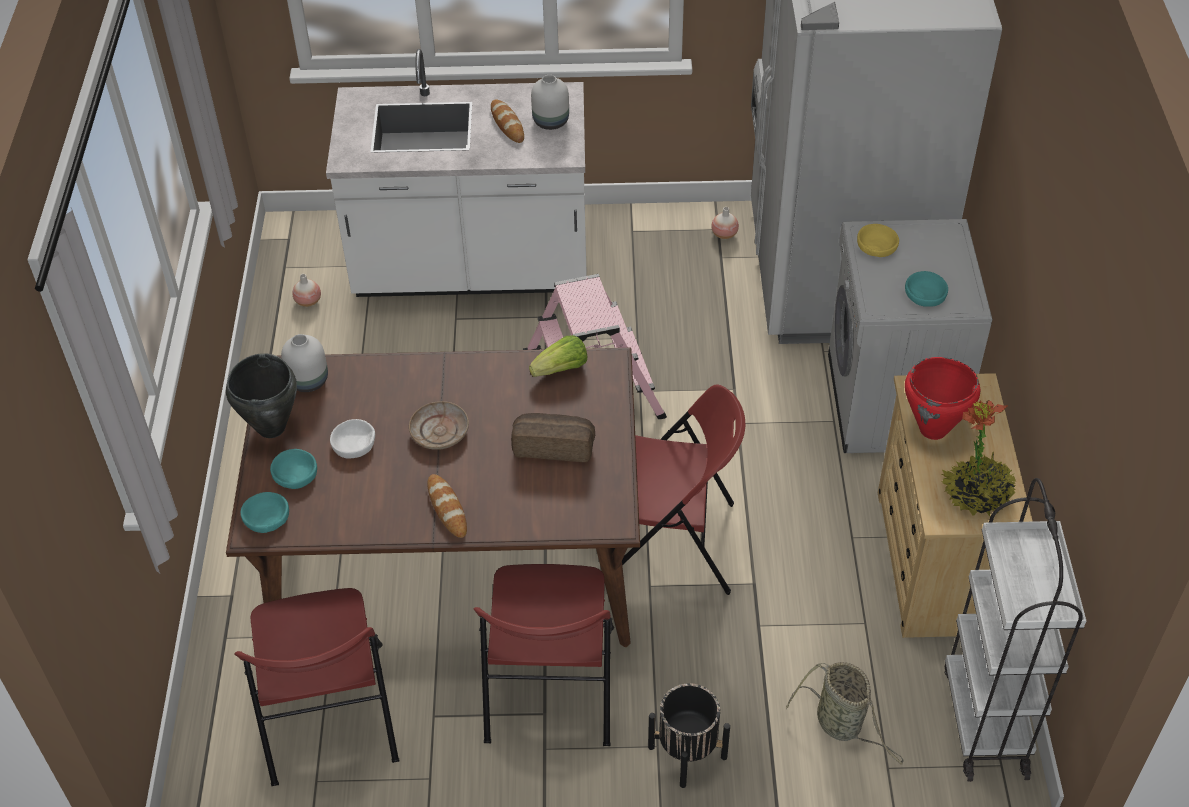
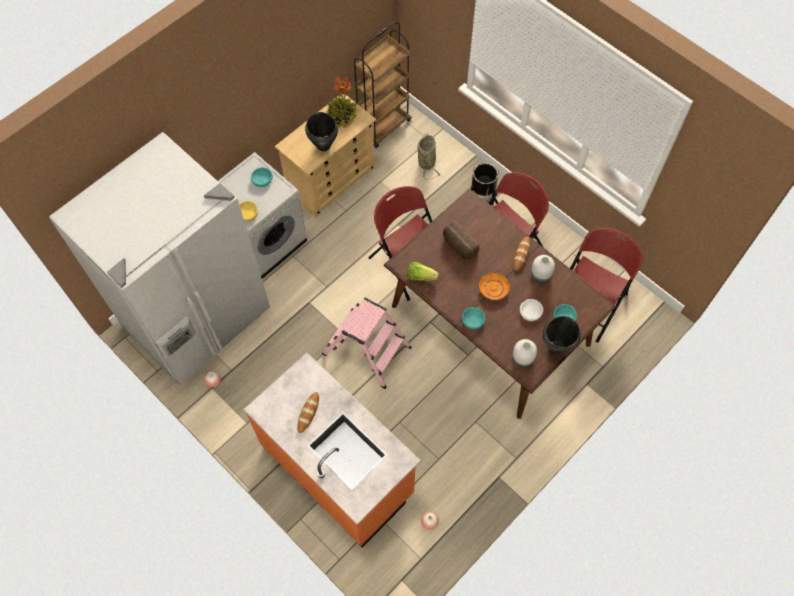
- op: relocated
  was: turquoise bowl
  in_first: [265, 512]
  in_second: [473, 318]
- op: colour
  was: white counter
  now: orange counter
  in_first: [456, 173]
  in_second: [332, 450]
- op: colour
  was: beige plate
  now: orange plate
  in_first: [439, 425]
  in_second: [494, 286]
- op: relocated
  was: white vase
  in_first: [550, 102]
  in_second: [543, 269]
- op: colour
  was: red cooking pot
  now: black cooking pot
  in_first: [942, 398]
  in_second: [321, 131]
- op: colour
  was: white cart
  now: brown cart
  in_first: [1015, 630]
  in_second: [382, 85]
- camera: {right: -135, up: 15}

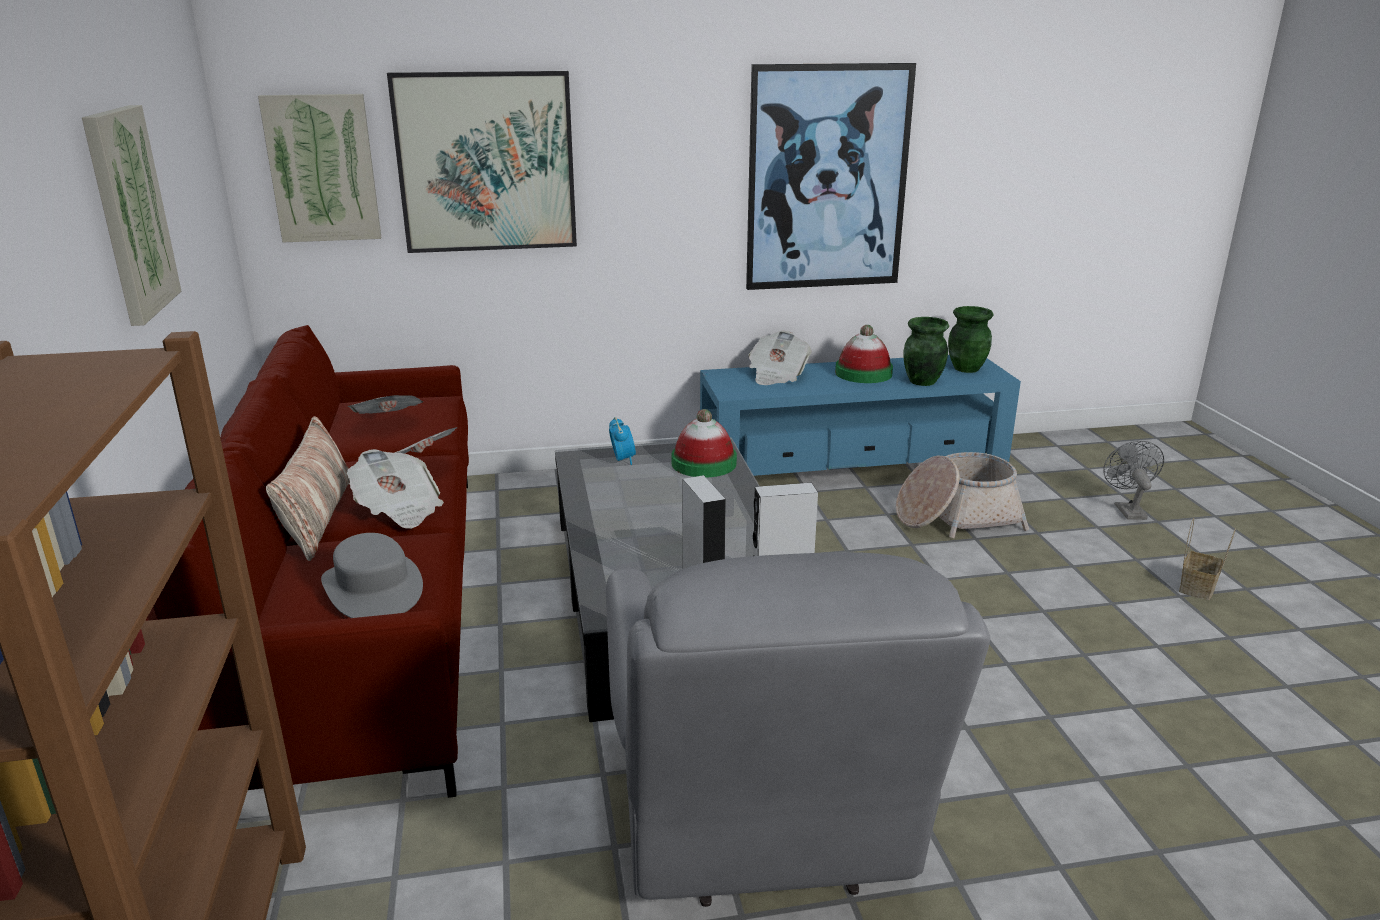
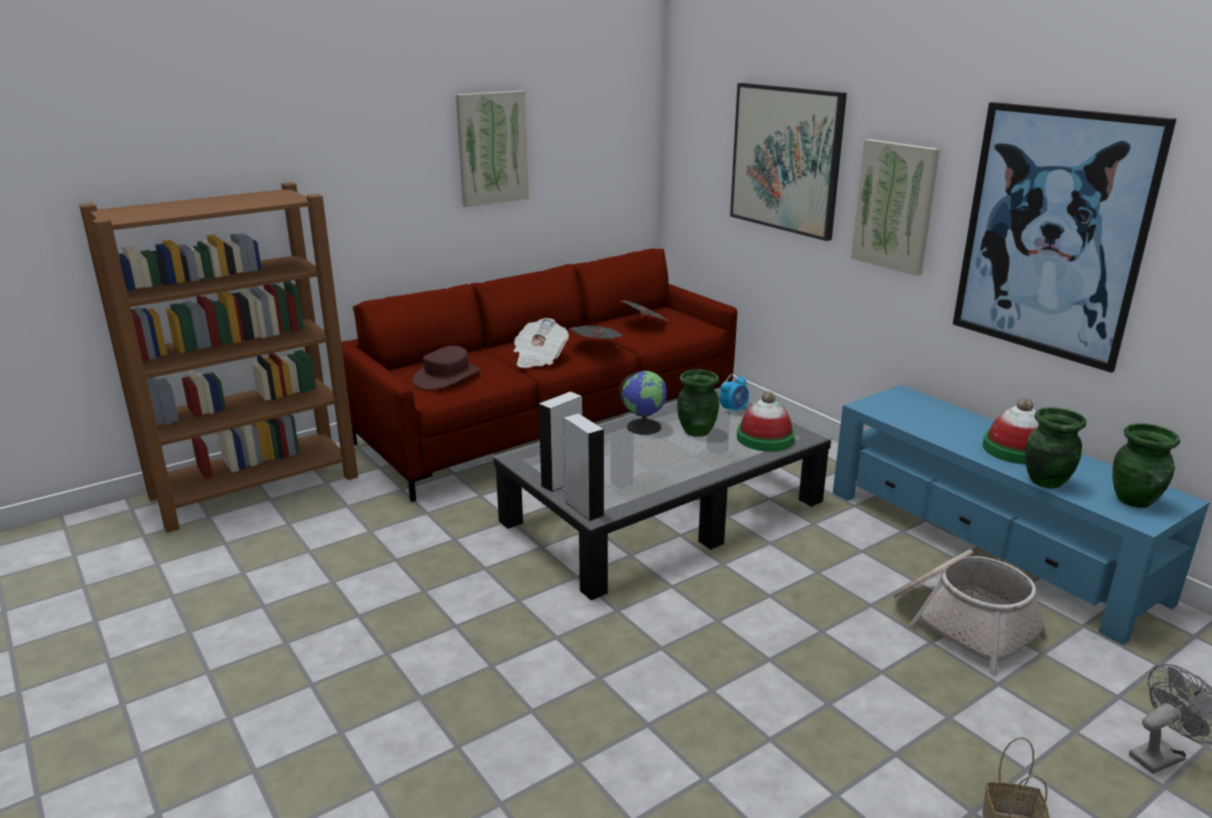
- op: relocated
  was: picture
  in_first: [319, 168]
  in_second: [895, 207]
- op: missing
  was: pillow
  in_first: [308, 488]
- op: colour
  was: grey hat
  now: brown hat
  in_first: [372, 575]
  in_second: [446, 368]
- op: missing
  was: grey armchair
  in_first: [798, 729]
- op: missing
  was: newspaper
  in_first: [779, 358]
- op: appeared
  now: globe
  in_second: [643, 403]
- op: appeared
  now: green vase
  in_second: [698, 403]
- camera: {right: 65, up: 0}

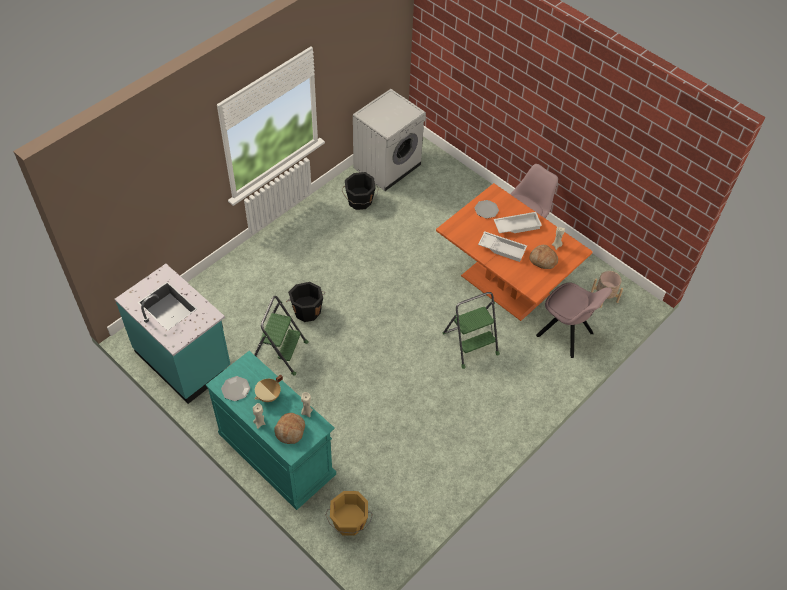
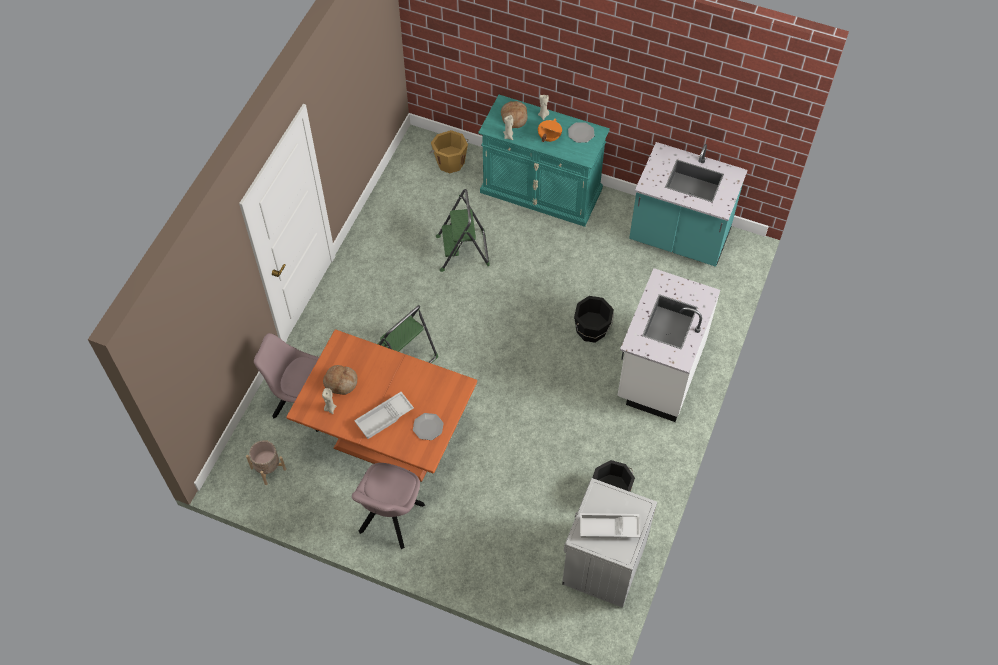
- op: relocated
  was: green step ladder
  in_first: [281, 336]
  in_second: [463, 230]
- op: colour
  was: beige cooking pot
  now: orange cooking pot
  in_first: [269, 388]
  in_second: [550, 130]
- op: relocated
  was: white tray
  in_first: [502, 246]
  in_second: [610, 526]
- op: appeared
  now: white counter
  in_second: [668, 345]
- camera: {right: 160, up: 5}

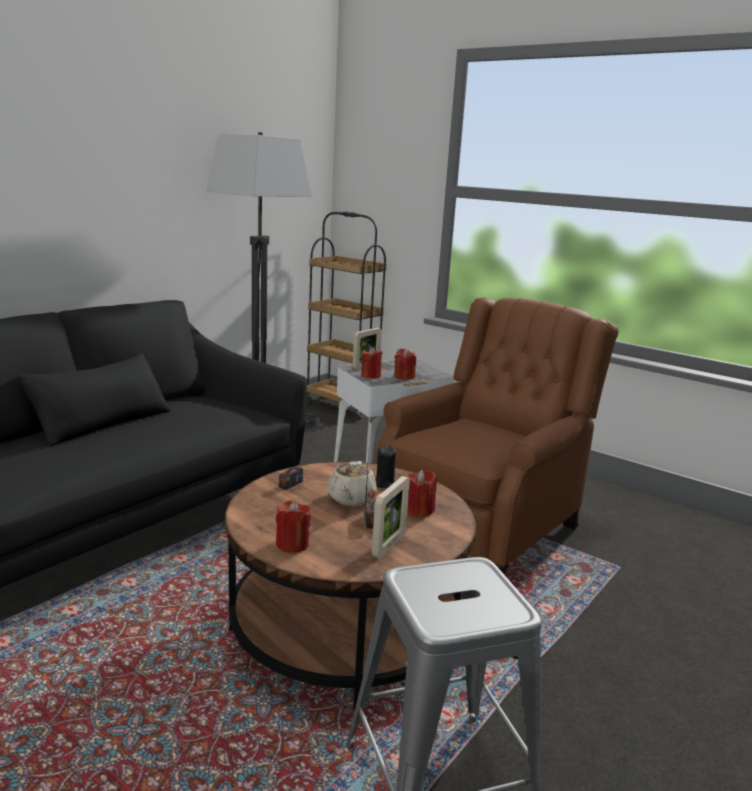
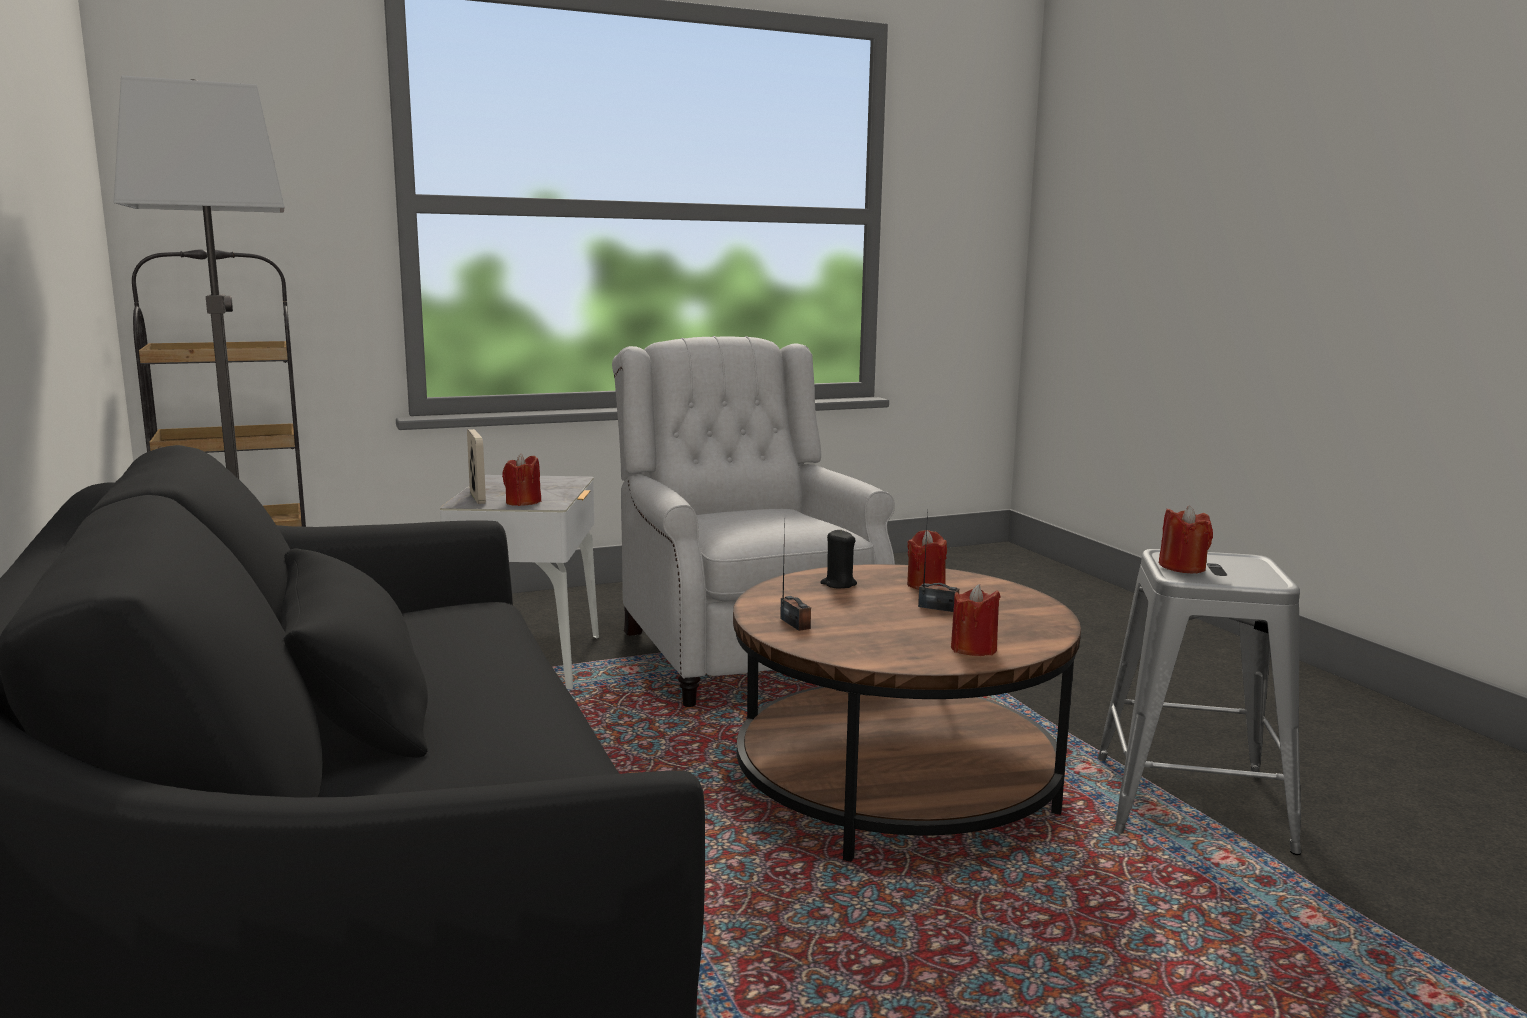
- op: missing
  was: beige teapot
  in_first: [352, 483]
- op: missing
  was: picture frame
  in_first: [391, 517]
- op: colour
  was: brown armchair
  now: white armchair
  in_first: [497, 436]
  in_second: [753, 521]
- op: relocated
  was: red candle
  in_first: [405, 364]
  in_second: [1186, 539]
- camera: {right: -60, up: -5}

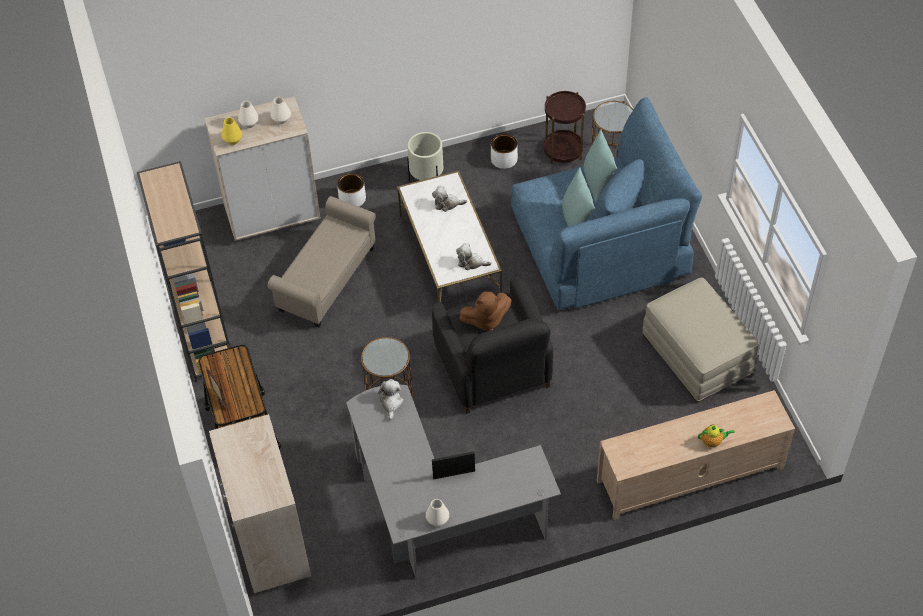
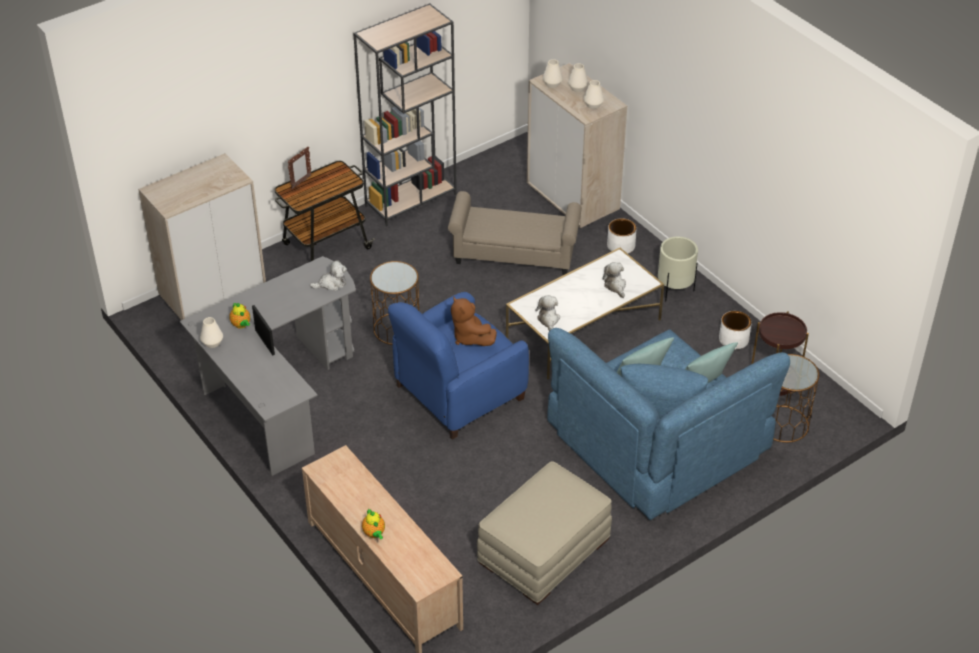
- op: colour
  was: yellow vase
  now: white vase
  in_first: [231, 131]
  in_second: [553, 73]
- op: colour
  was: black armchair
  now: blue armchair
  in_first: [492, 346]
  in_second: [458, 366]
- op: appeared
  now: teapot
  in_second: [239, 316]
- camera: {right: 70, up: -10}

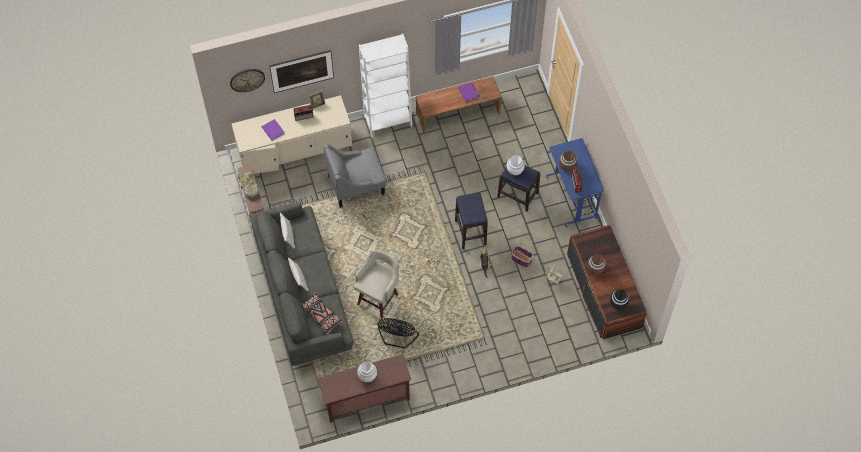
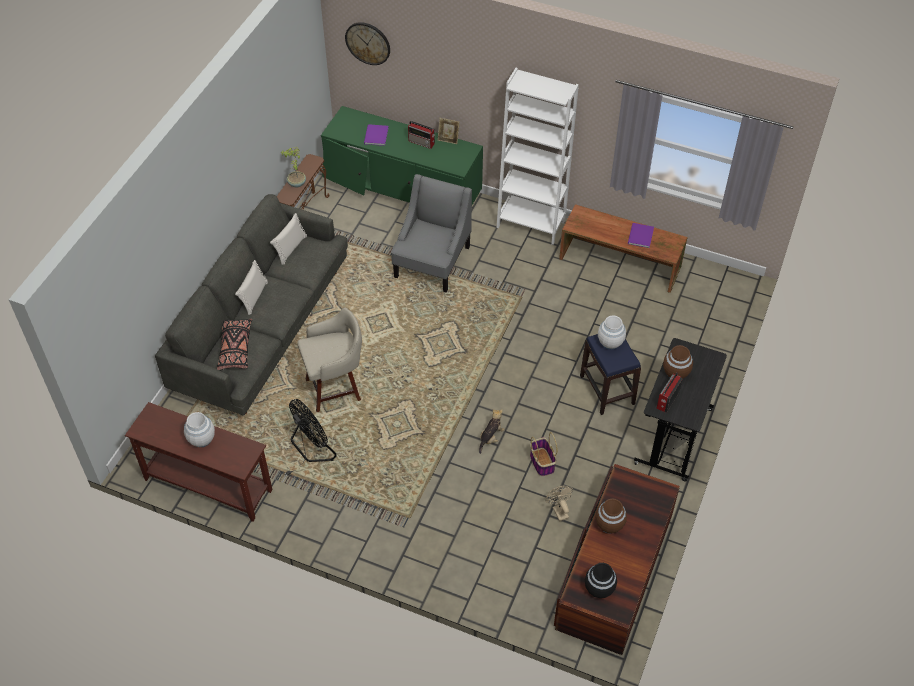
- op: colour
  was: beige tv stand
  now: green tv stand
  in_first: [292, 134]
  in_second: [402, 155]
- op: missing
  was: picture
  in_first: [301, 71]
- op: spun
  was: grey armchair
  in_first: [354, 176]
  in_second: [431, 233]
  clockwise: 90
- op: missing
  was: stool
  in_first: [471, 220]
- op: colour
  was: blue desk
  now: black desk
  in_first: [575, 182]
  in_second: [680, 410]
- camera: {right: 40, up: -10}

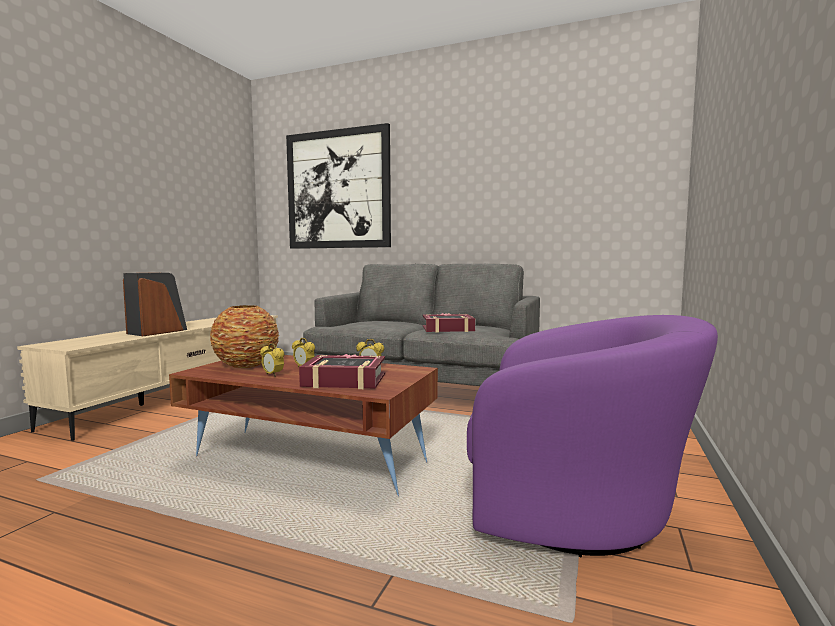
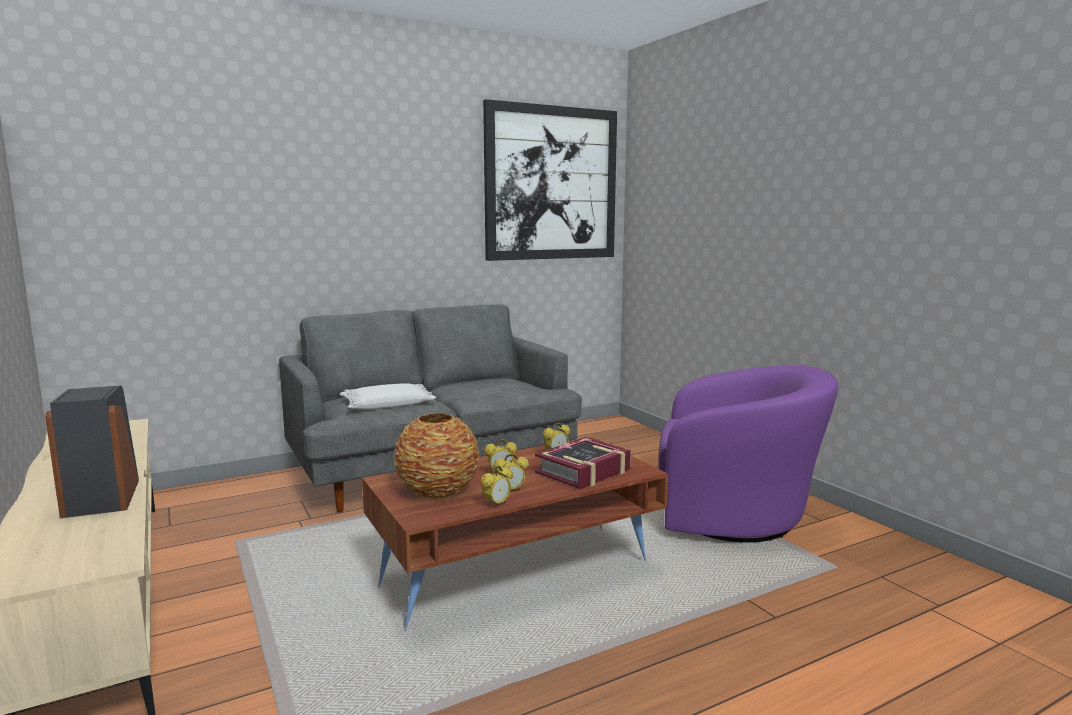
- op: relocated
  was: picture
  in_first: [338, 186]
  in_second: [550, 180]
- op: missing
  was: book
  in_first: [448, 322]
- op: spun
  was: purple armchair
  in_first: [592, 436]
  in_second: [748, 454]
  clockwise: 45
- op: appeared
  now: white pillow
  in_second: [388, 396]
- op: appeared
  now: alarm clock
  in_second: [496, 486]
- camera: {right: -50, up: 5}

